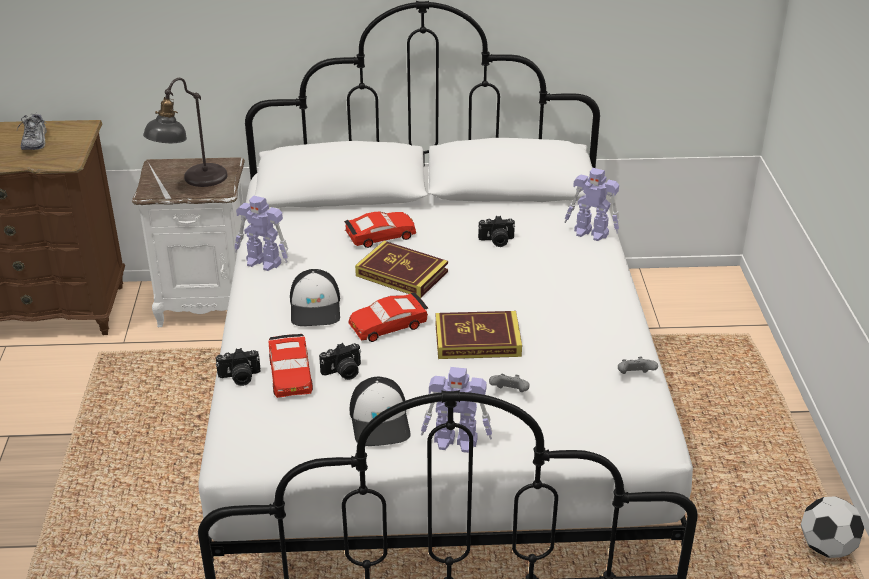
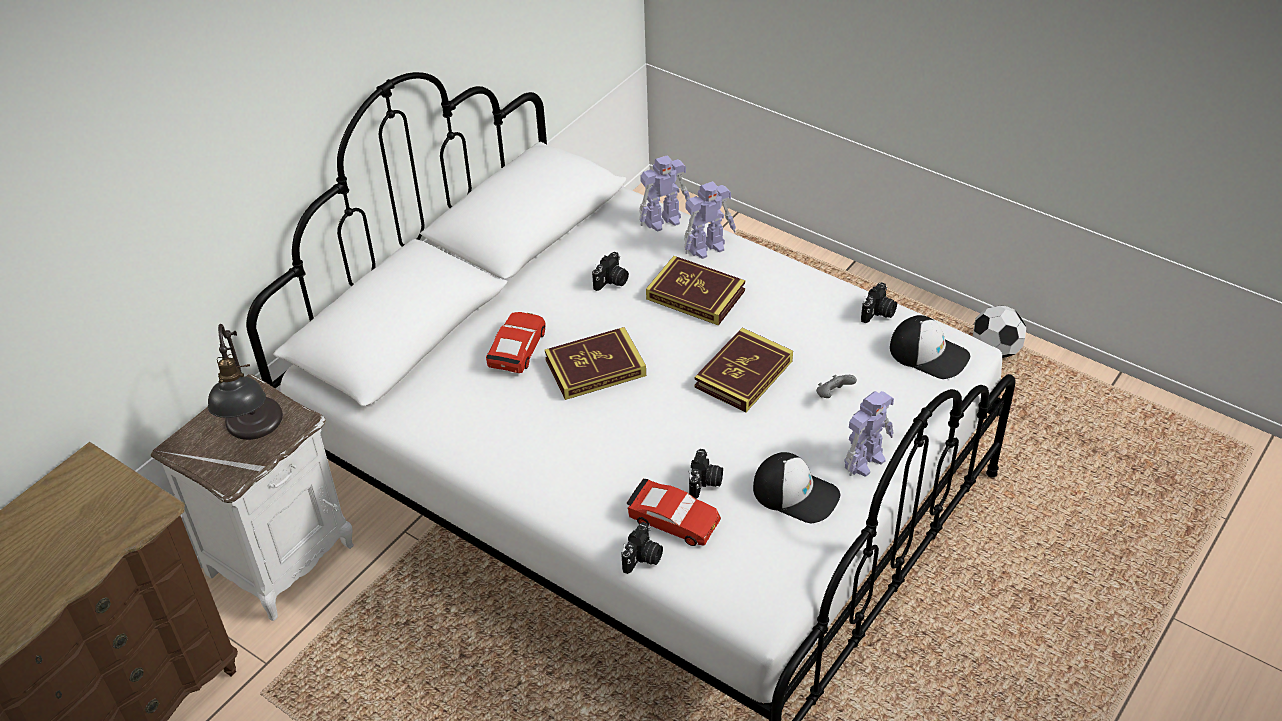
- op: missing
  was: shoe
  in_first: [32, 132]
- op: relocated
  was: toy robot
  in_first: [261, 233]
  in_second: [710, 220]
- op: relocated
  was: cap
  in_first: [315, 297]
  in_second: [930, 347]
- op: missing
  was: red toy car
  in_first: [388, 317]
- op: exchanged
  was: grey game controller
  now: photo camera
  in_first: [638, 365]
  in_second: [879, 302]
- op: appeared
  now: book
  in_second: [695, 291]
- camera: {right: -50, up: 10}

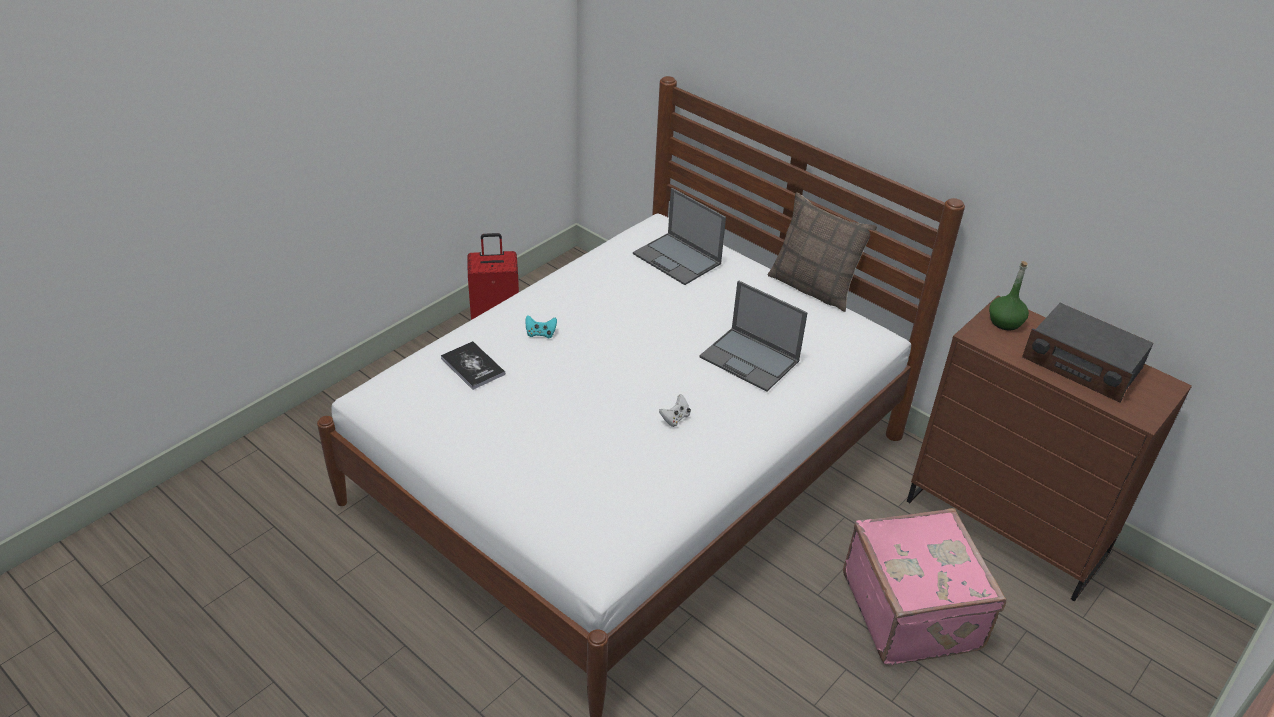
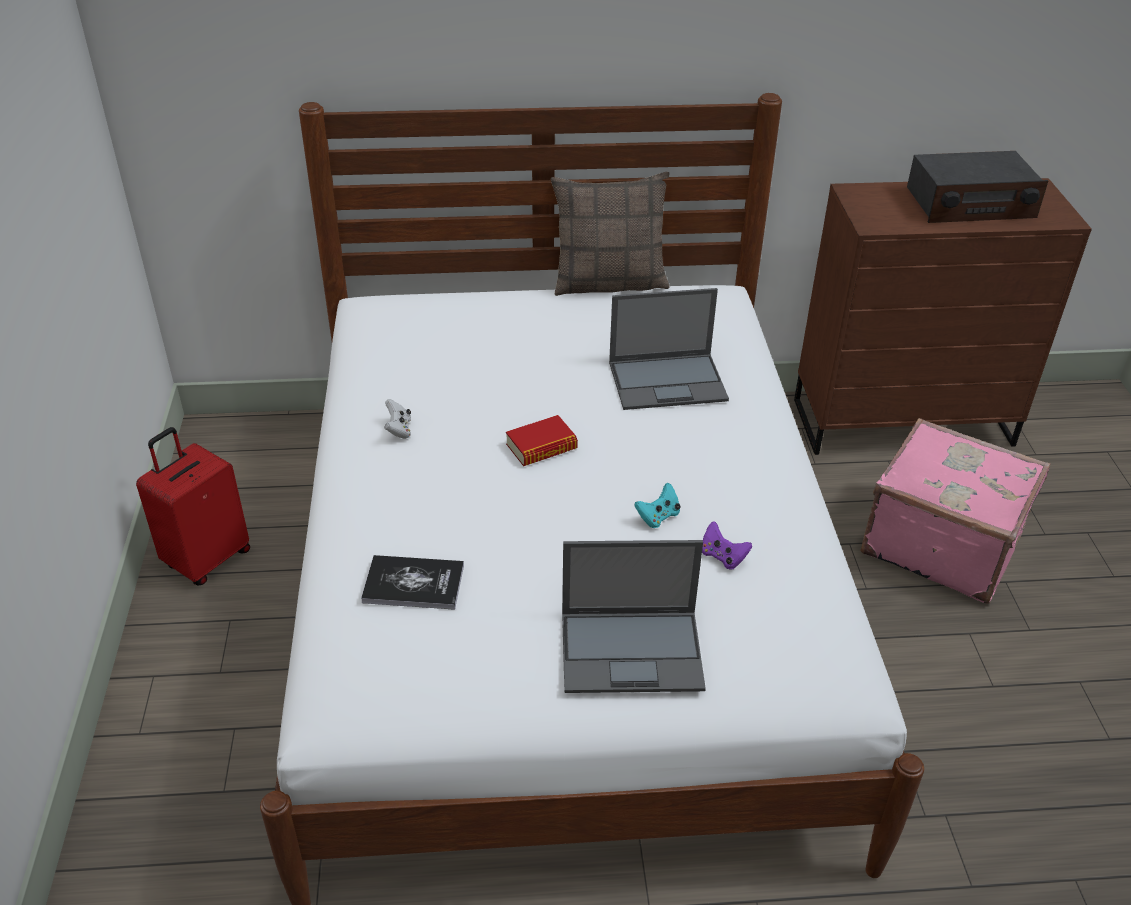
- op: relocated
  was: turquoise game controller
  in_first: [541, 326]
  in_second: [657, 505]
- op: relocated
  was: laptop
  in_first: [679, 236]
  in_second: [634, 616]
- op: relocated
  was: white game controller
  in_first: [675, 410]
  in_second: [397, 419]
- op: missing
  was: green bottle
  in_first: [1009, 295]
- op: appeared
  now: book
  in_second: [542, 440]
- op: appeared
  now: purple game controller
  in_second: [727, 545]
- camera: {right: -45, up: 0}

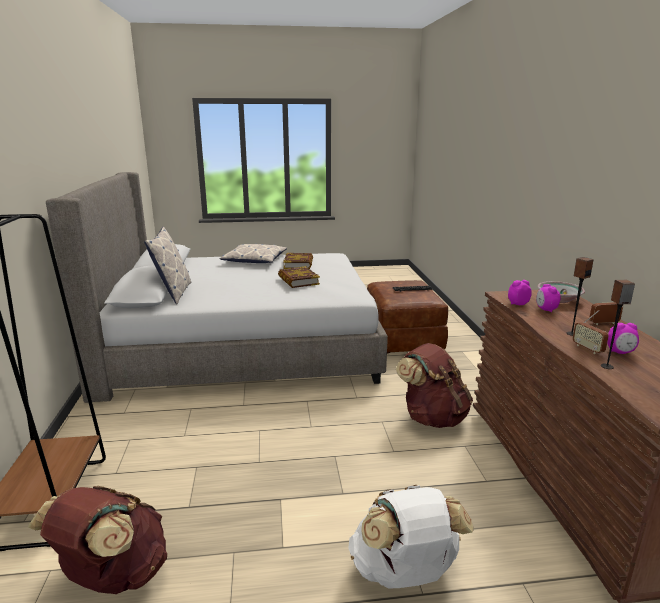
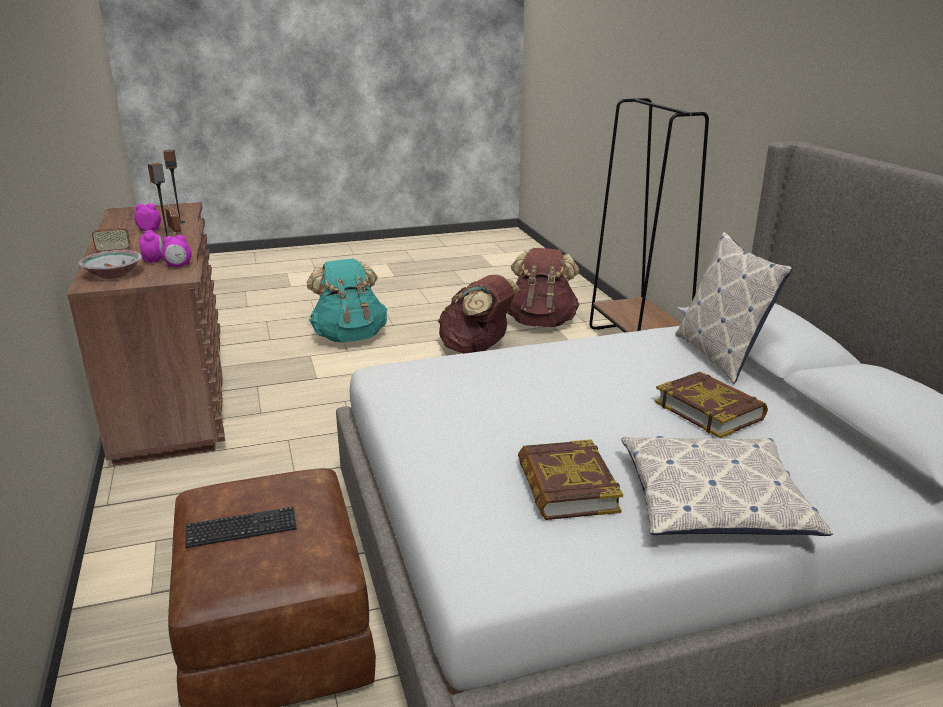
- op: relocated
  was: book
  in_first: [299, 277]
  in_second: [711, 405]
- op: colour
  was: white backpack
  now: turquoise backpack
  in_first: [411, 537]
  in_second: [347, 300]
- op: relocated
  was: brown backpack
  in_first: [434, 385]
  in_second: [479, 314]
- camera: {right: 170, up: 5}

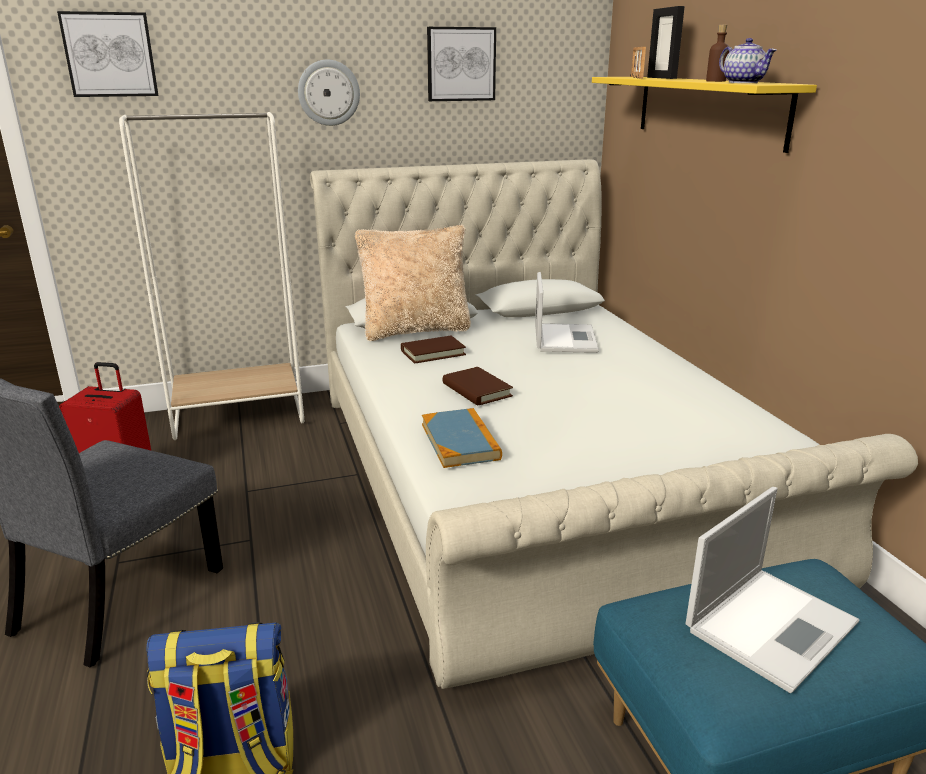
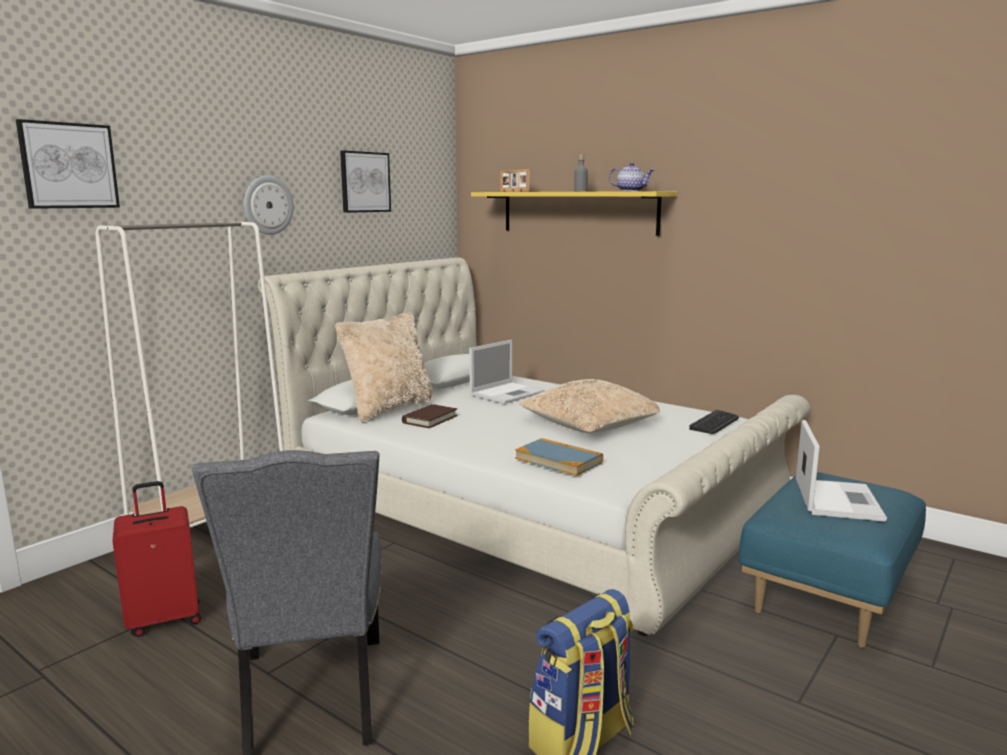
- op: missing
  was: brown book
  in_first: [478, 386]
- op: spun
  was: laptop
  in_first: [567, 312]
  in_second: [507, 372]
  clockwise: 75
- op: missing
  was: picture frame
  in_first: [666, 42]
- op: missing
  was: brown bottle
  in_first: [717, 53]
- op: appeared
  now: beige pillow
  in_second: [589, 406]
- op: appeared
  now: grey bottle
  in_second: [581, 172]
- op: appeared
  now: keyboard
  in_second: [714, 422]
- camera: {right: -35, up: -10}

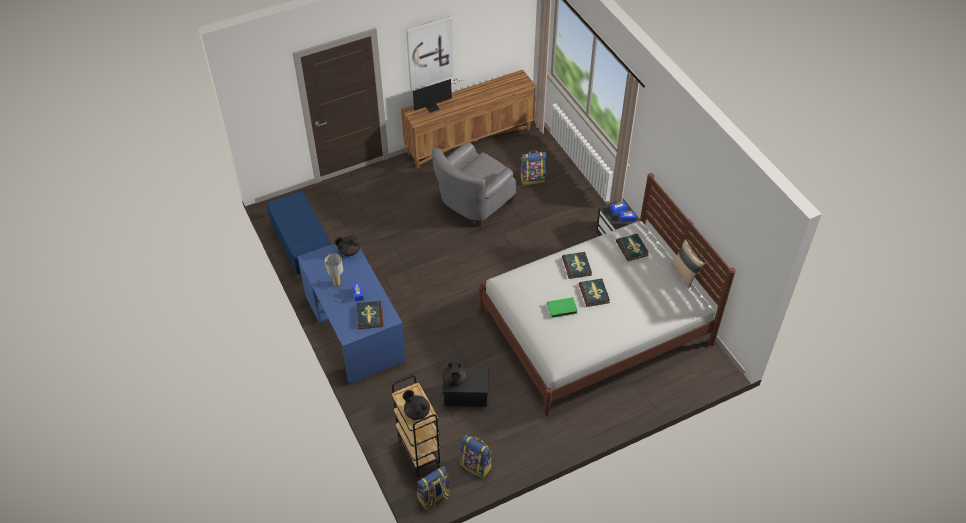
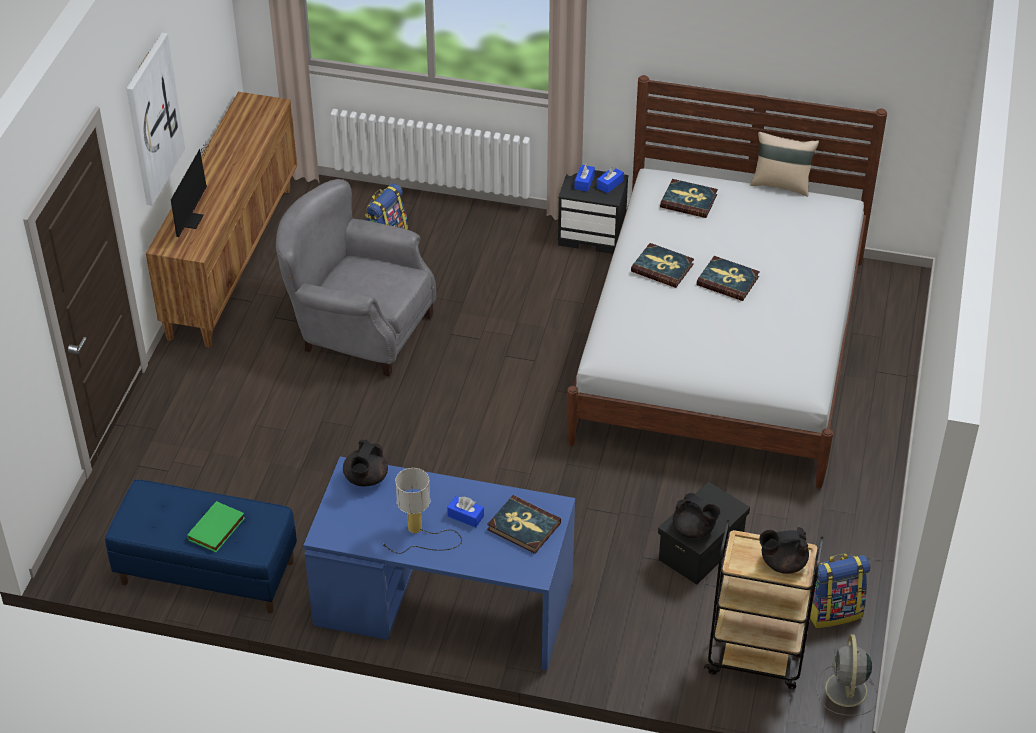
- op: exchanged
  was: backpack
  now: grey fan
  in_first: [433, 488]
  in_second: [847, 675]
- op: spun
  was: grey armchair
  in_first: [474, 185]
  in_second: [356, 278]
  clockwise: 120
- op: relocated
  was: green book
  in_first: [562, 307]
  in_second: [216, 526]
- camera: {right: -50, up: -5}

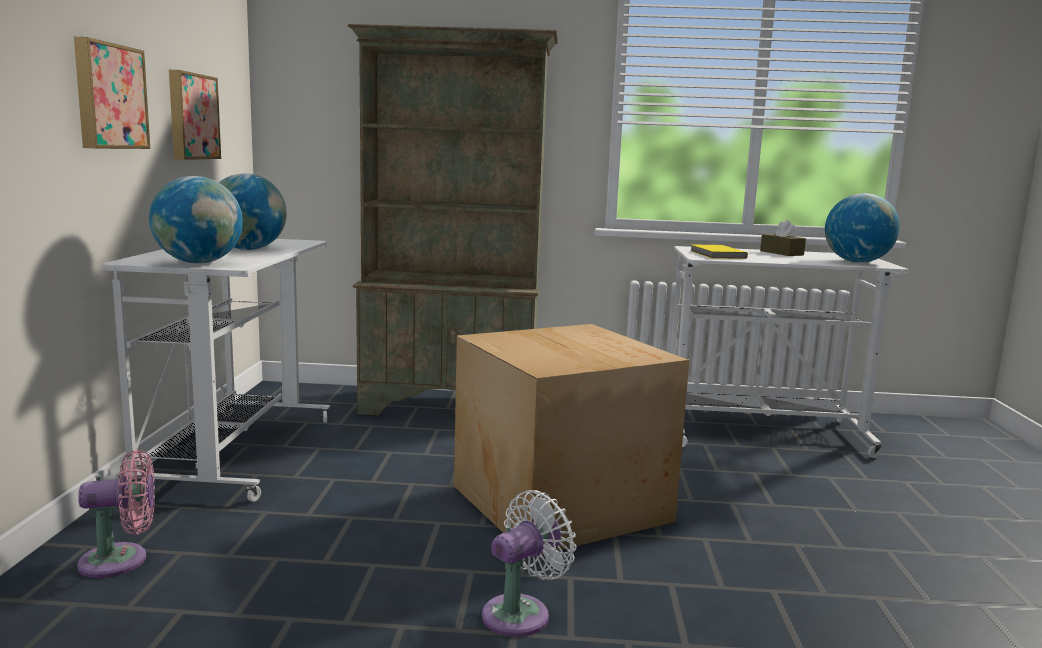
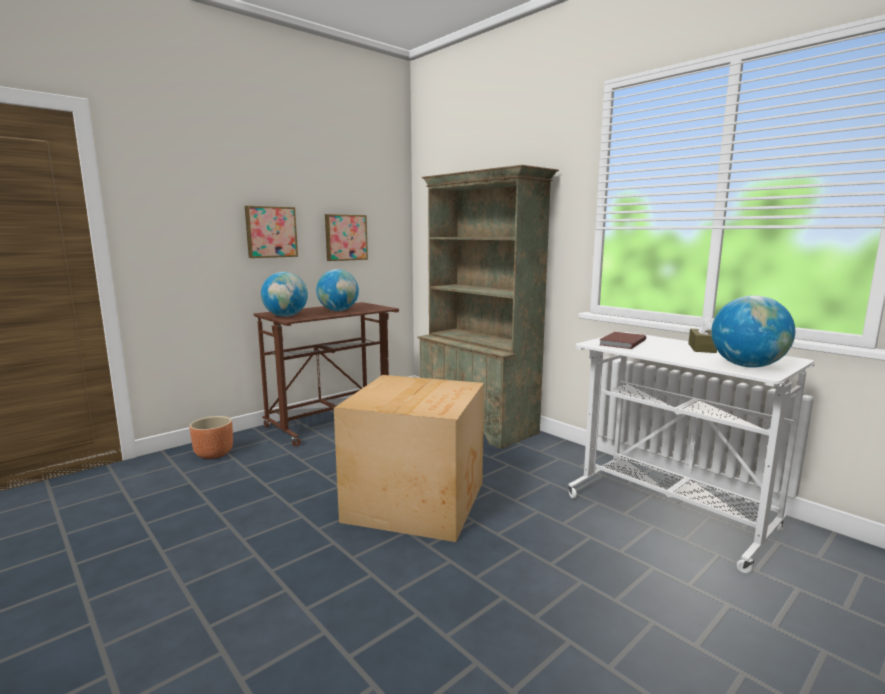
- op: exchanged
  was: pink fan
  now: brown planter
  in_first: [116, 514]
  in_second: [211, 437]
- op: colour
  was: white desk
  now: brown desk
  in_first: [216, 370]
  in_second: [326, 374]
- op: missing
  was: white fan
  in_first: [529, 563]
- op: colour
  was: yellow book
  now: brown book
  in_first: [719, 251]
  in_second: [622, 340]
- camera: {right: 45, up: 0}

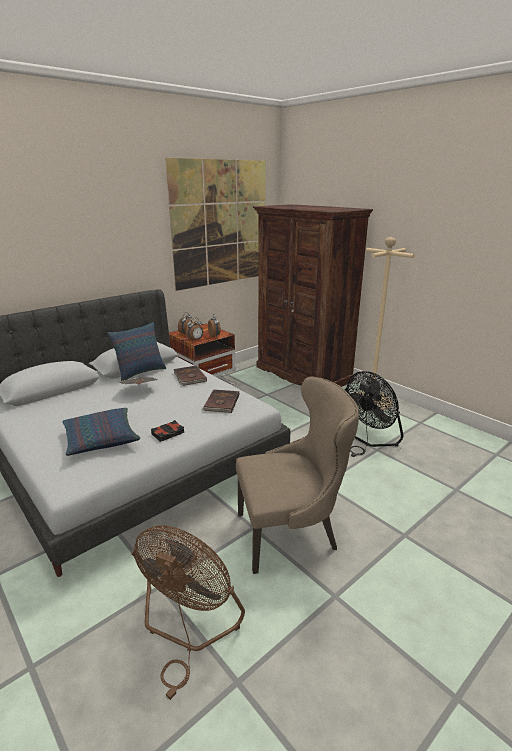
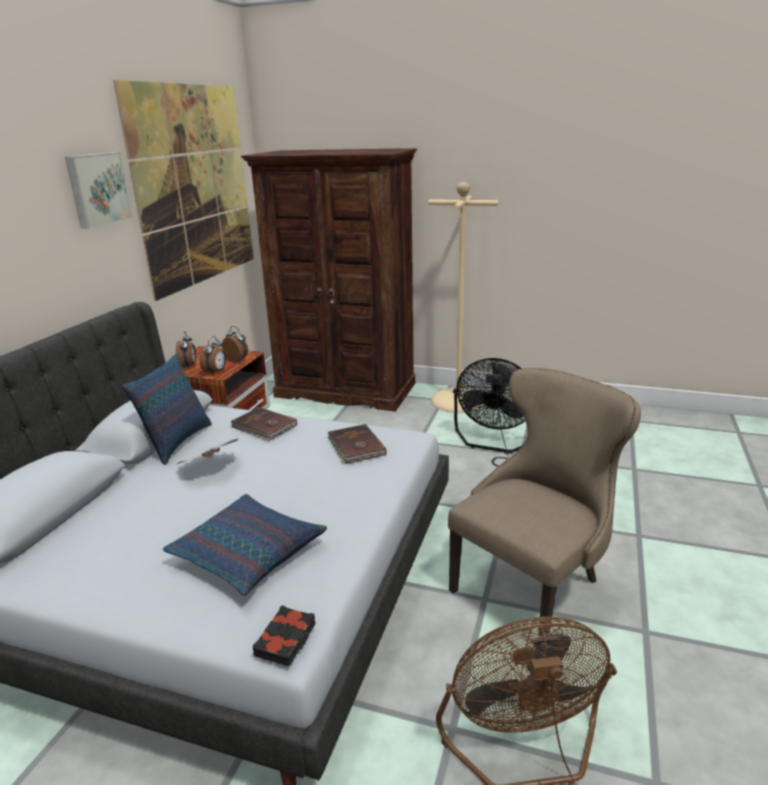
- op: relocated
  was: black book
  in_first: [167, 431]
  in_second: [284, 636]
- op: appeared
  now: picture
  in_second: [98, 190]
- camera: {right: -30, up: 0}

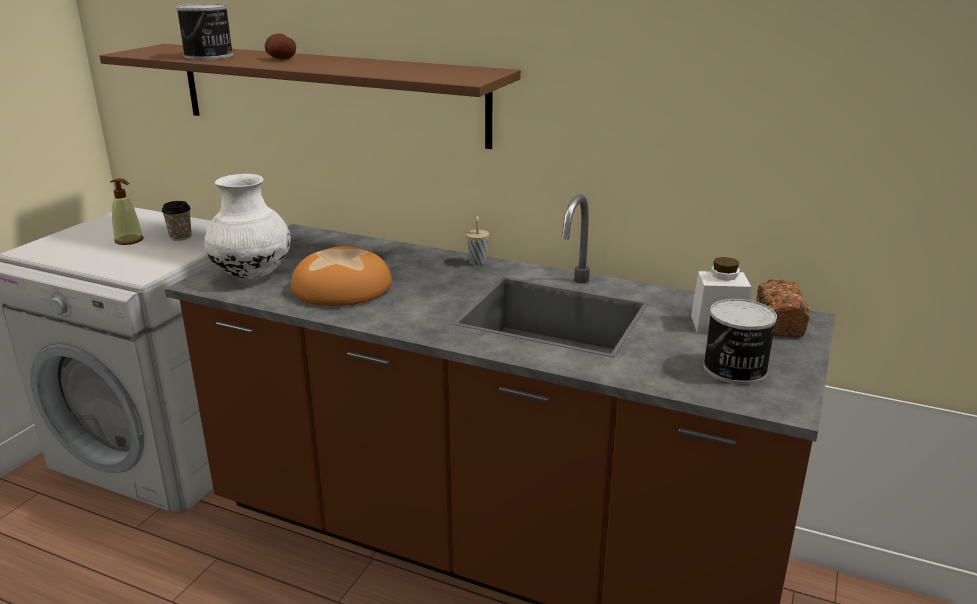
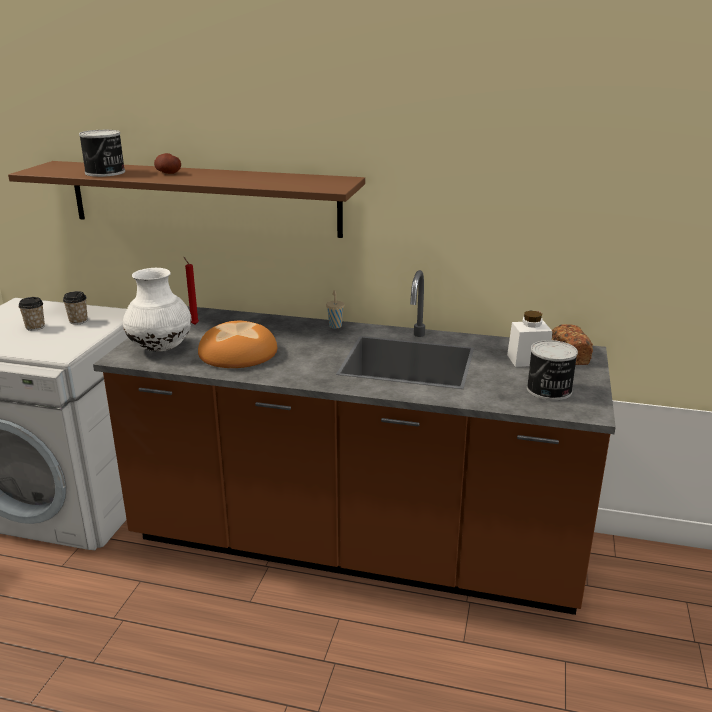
- op: exchanged
  was: soap dispenser
  now: cup
  in_first: [127, 211]
  in_second: [31, 314]
- op: appeared
  now: red candle
  in_second: [191, 291]
- camera: {right: -10, up: 0}

